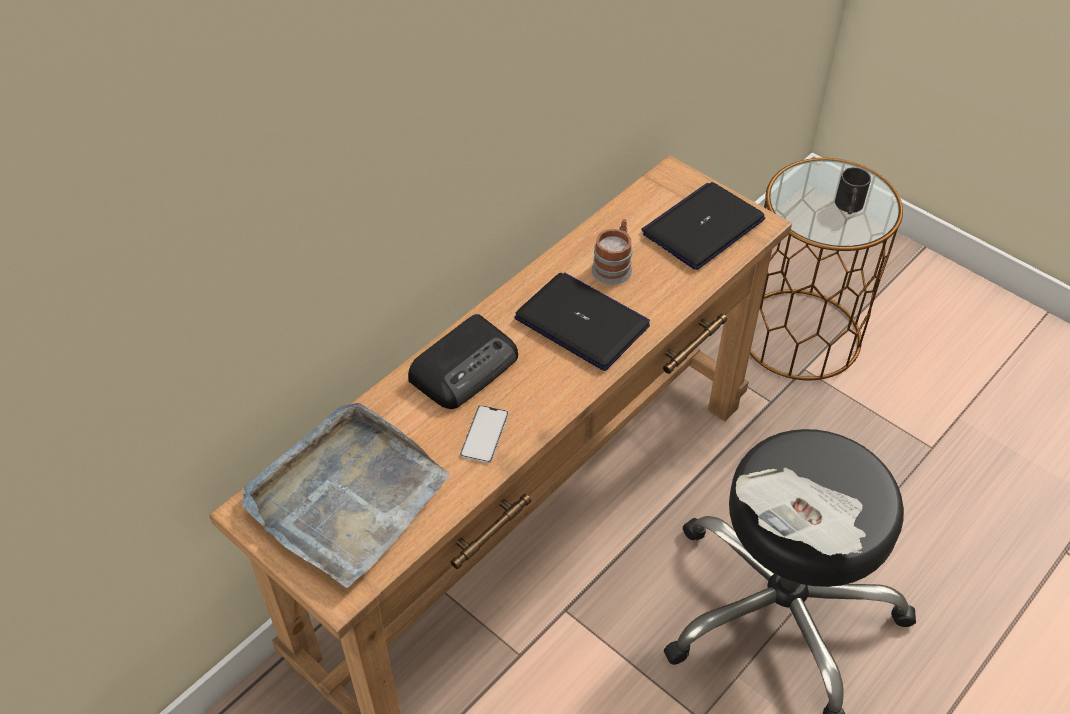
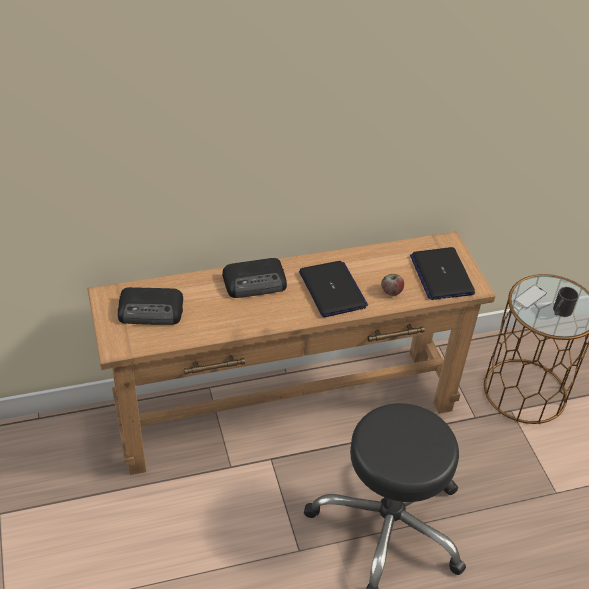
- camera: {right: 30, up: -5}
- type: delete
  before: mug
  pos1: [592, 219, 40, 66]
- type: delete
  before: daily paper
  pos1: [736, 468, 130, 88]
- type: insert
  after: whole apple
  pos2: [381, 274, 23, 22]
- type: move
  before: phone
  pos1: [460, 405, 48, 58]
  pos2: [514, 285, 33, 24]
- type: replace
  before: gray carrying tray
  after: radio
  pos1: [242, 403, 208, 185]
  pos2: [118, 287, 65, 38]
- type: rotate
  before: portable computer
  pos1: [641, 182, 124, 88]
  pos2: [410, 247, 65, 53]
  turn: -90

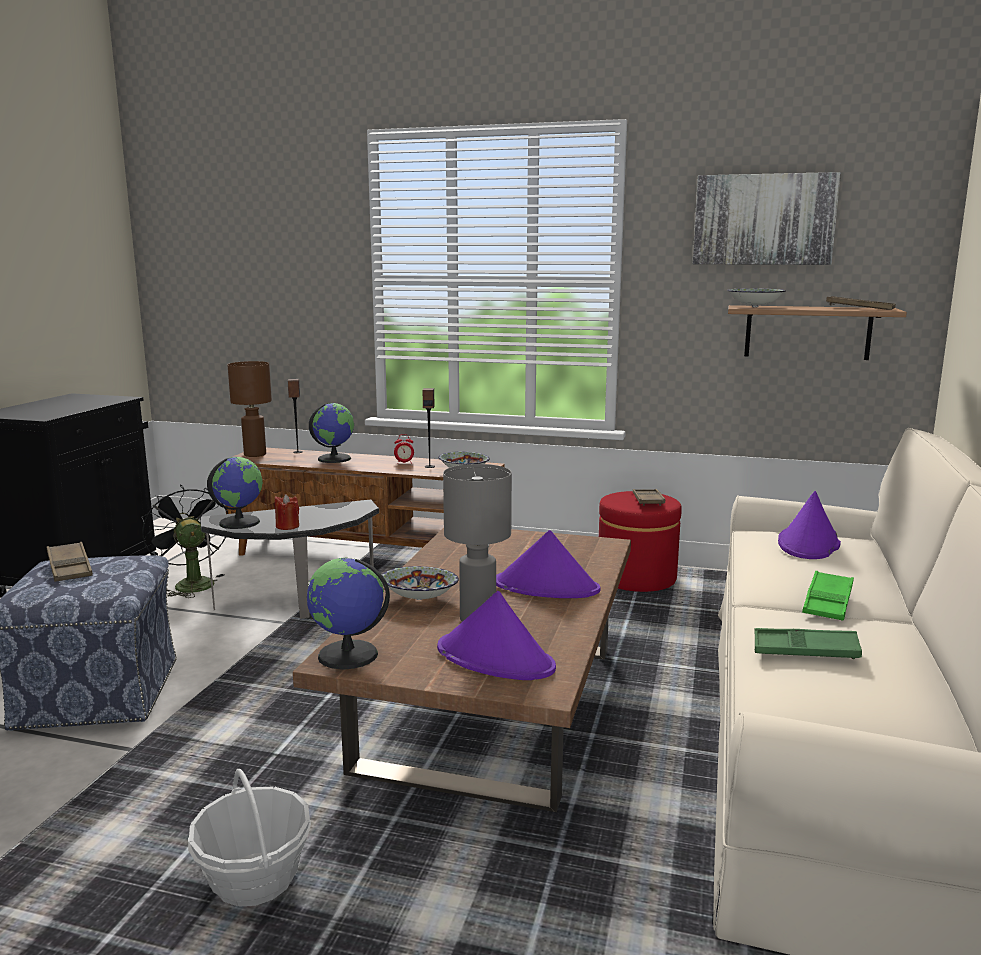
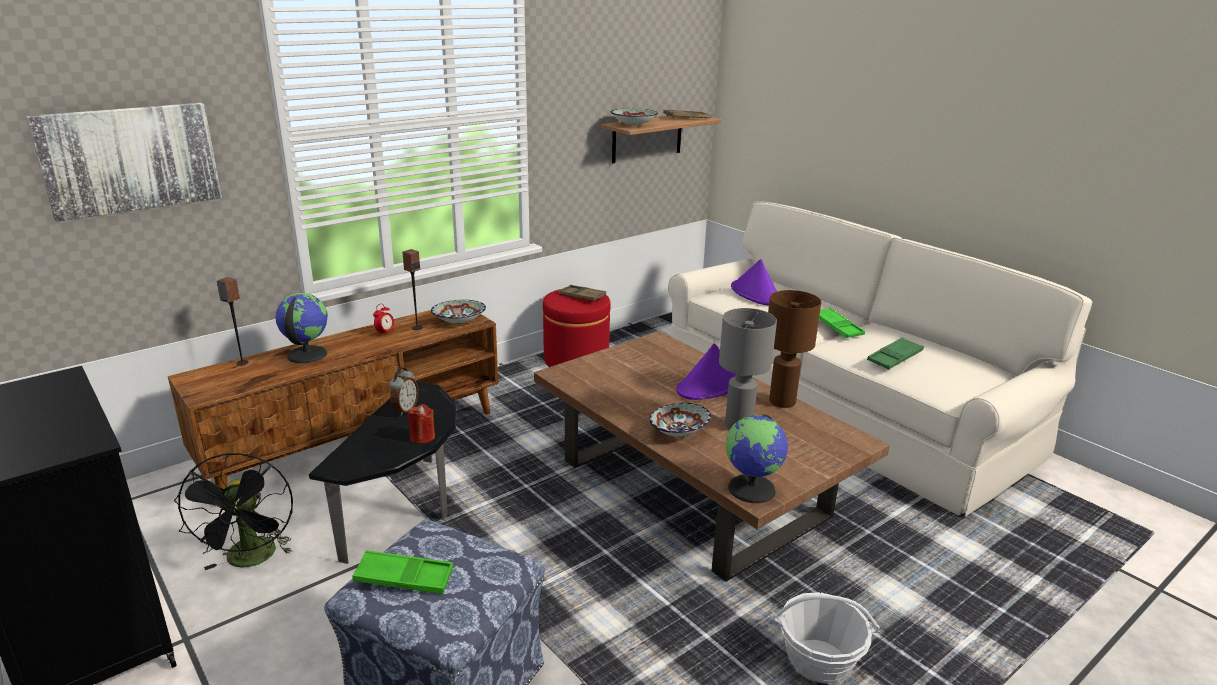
- camera: {right: -55, up: 10}
- type: delete
  before: world globe
  pos1: [207, 457, 56, 72]
- type: delete
  before: purplish wearable hat
  pos1: [437, 591, 119, 89]
- type: insert
  after: alarm clock
  pos2: [389, 368, 30, 48]
- type: move
  before: brown lamp for a table
  pos1: [227, 361, 45, 96]
  pos2: [768, 290, 53, 118]
- type: move
  before: picture
  pos1: [693, 172, 148, 93]
  pos2: [26, 103, 196, 119]
- type: recolor
  before: brown carrying tray
  after: greenish carrying tray
  pos1: [47, 542, 46, 40]
  pos2: [352, 550, 101, 44]
- type: rotate
  before: black fan
  pos1: [141, 485, 87, 113]
  pos2: [174, 453, 119, 117]
  turn: -105

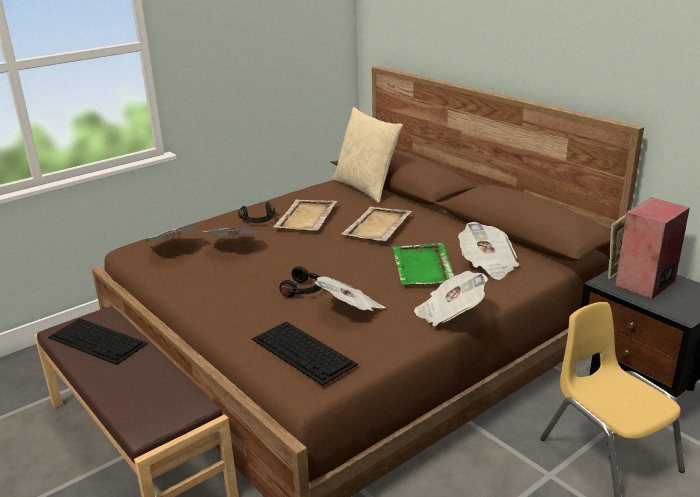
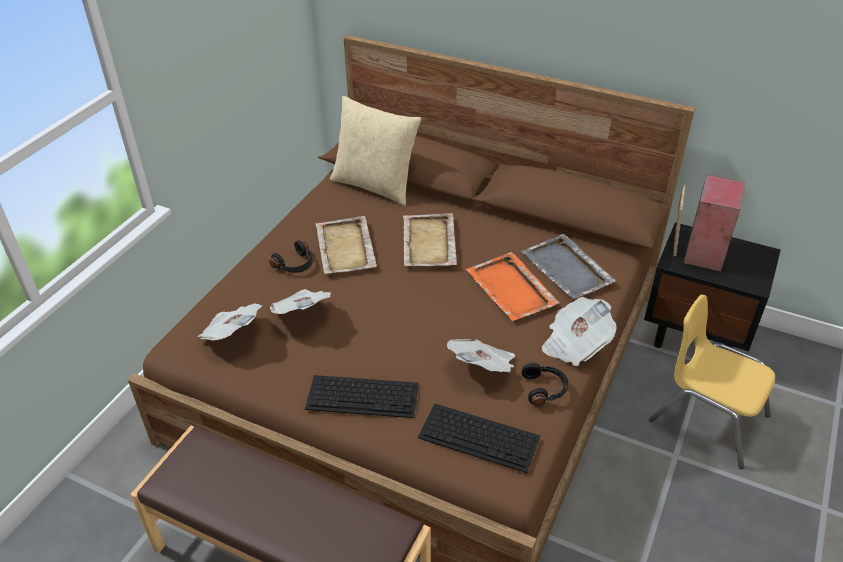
- camera: {right: -25, up: 15}
- type: move
  before: keyboard
  pos1: [48, 318, 100, 47]
  pos2: [305, 375, 114, 43]
- type: move
  before: black headset
  pos1: [279, 266, 43, 31]
  pos2: [522, 362, 46, 44]
- type: replace
  before: daily paper
  after: gray carrying tray
  pos1: [458, 222, 61, 58]
  pos2: [521, 234, 95, 65]
- type: recolor
  before: greenish carrying tray
  after: orangey carrying tray
  pos1: [392, 243, 62, 42]
  pos2: [466, 252, 94, 69]

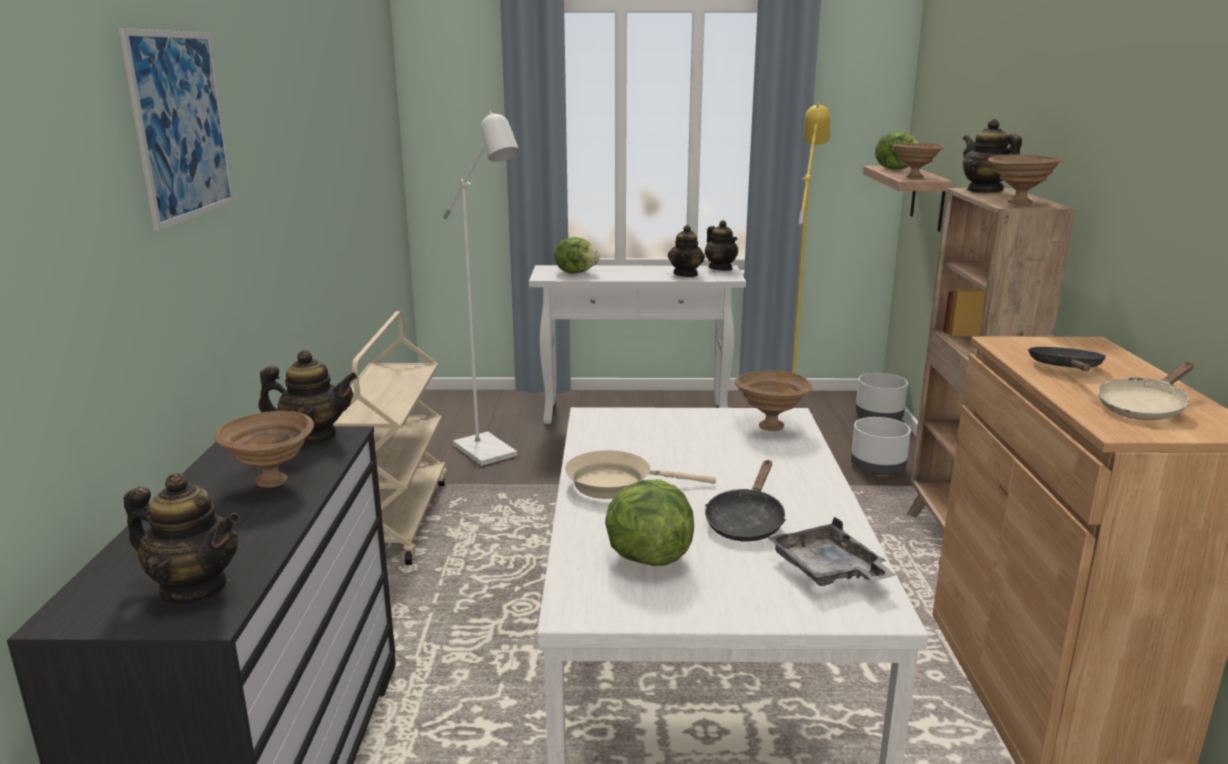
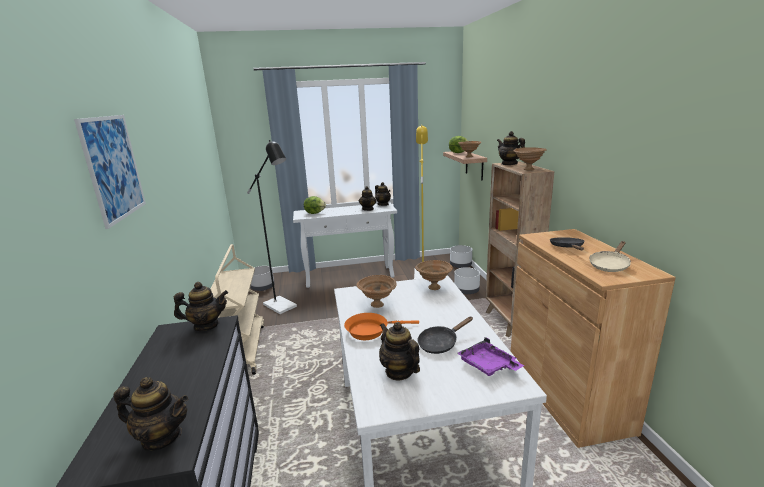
- camera: {right: -10, up: 0}
- type: insert
  after: gray planter
  pos2: [250, 266, 25, 25]
- type: move
  before: brown serving bowl
  pos1: [214, 411, 100, 76]
  pos2: [357, 275, 40, 33]
- type: replace
  before: lettuce head
  after: teapot
  pos1: [605, 480, 89, 86]
  pos2: [379, 322, 41, 58]
- type: recolor
  before: white-coloured floor lamp
  after: black floor lamp
  pos1: [443, 110, 76, 356]
  pos2: [247, 140, 50, 174]
- type: recolor
  before: sand-coloured frying pan
  after: orangey frying pan
  pos1: [565, 450, 151, 49]
  pos2: [344, 313, 75, 27]
- type: recolor
  before: gray carrying tray
  after: purplish carrying tray
  pos1: [767, 517, 129, 69]
  pos2: [457, 337, 67, 39]
- type: rotate
  before: black frying pan
  pos1: [705, 460, 81, 82]
  pos2: [418, 317, 55, 37]
  turn: 45

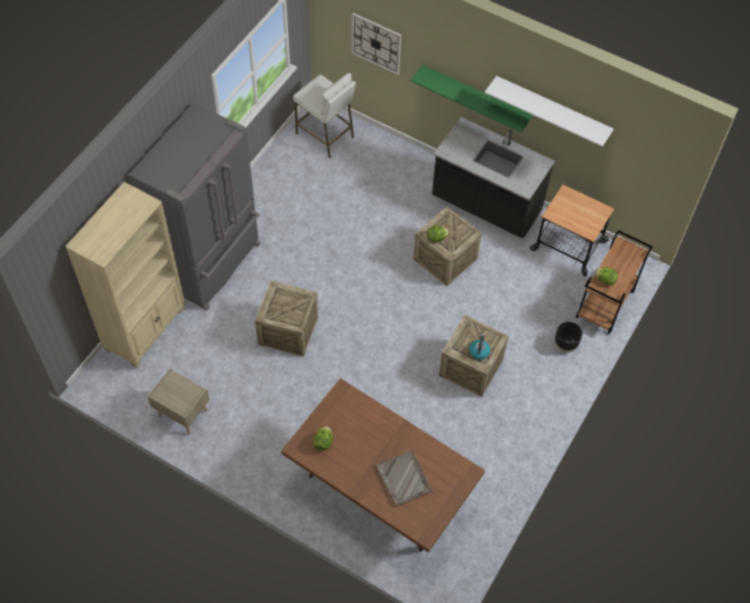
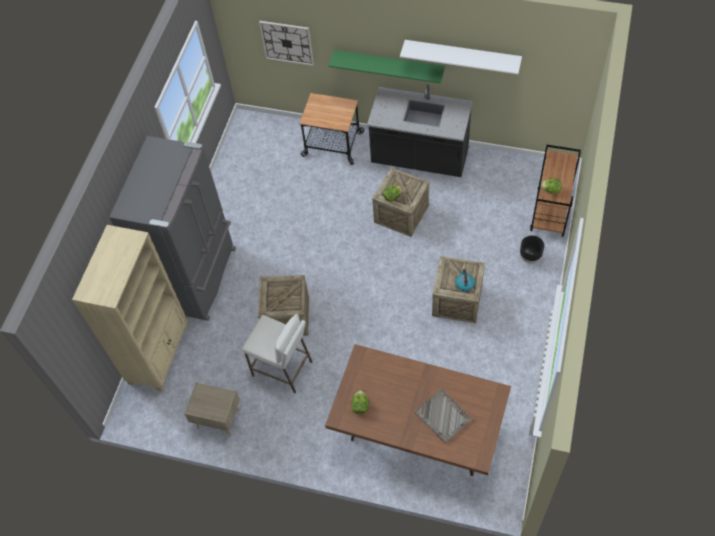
- camera: {right: -10, up: 0}
- type: move
  before: white-coloured stool
  pos1: [293, 73, 63, 85]
  pos2: [242, 314, 70, 79]
- type: move
  before: wheeled cart
  pos1: [530, 184, 84, 93]
  pos2: [299, 93, 65, 72]

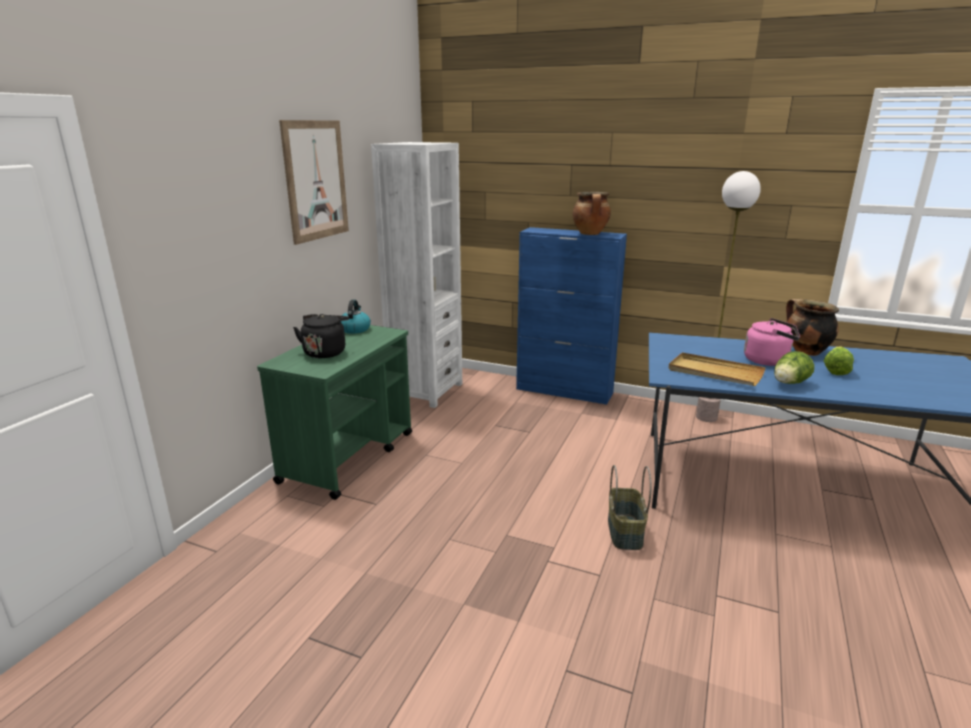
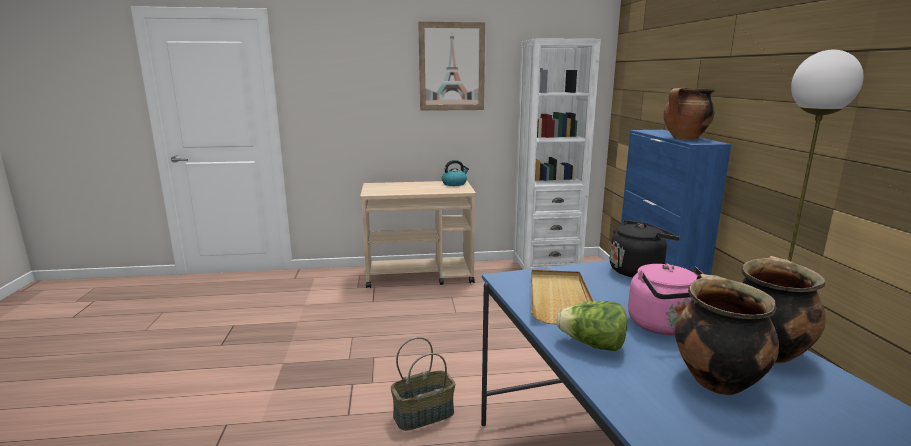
- camera: {right: 60, up: -5}
- type: move
  before: black tea kettle
  pos1: [293, 314, 56, 44]
  pos2: [610, 220, 70, 57]
- type: replace
  before: lettuce head
  after: stockpot
  pos1: [824, 346, 30, 29]
  pos2: [675, 274, 104, 121]
- type: recolor
  before: greenish wheeled cart
  after: sand-coloured wheeled cart
  pos1: [257, 325, 155, 175]
  pos2: [360, 181, 116, 107]

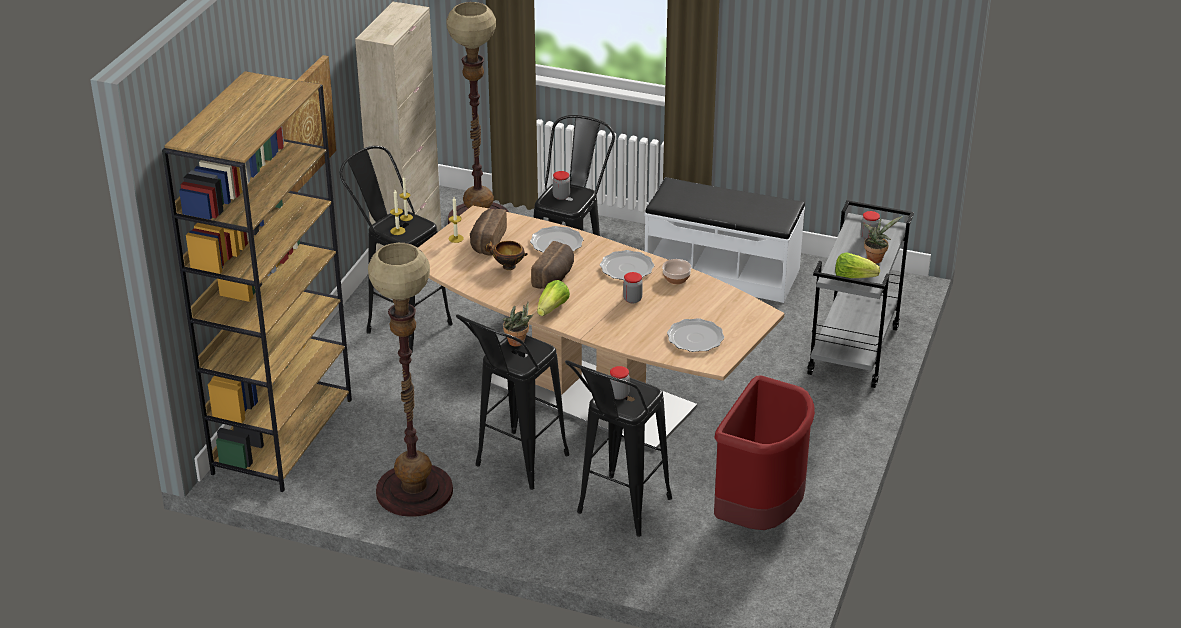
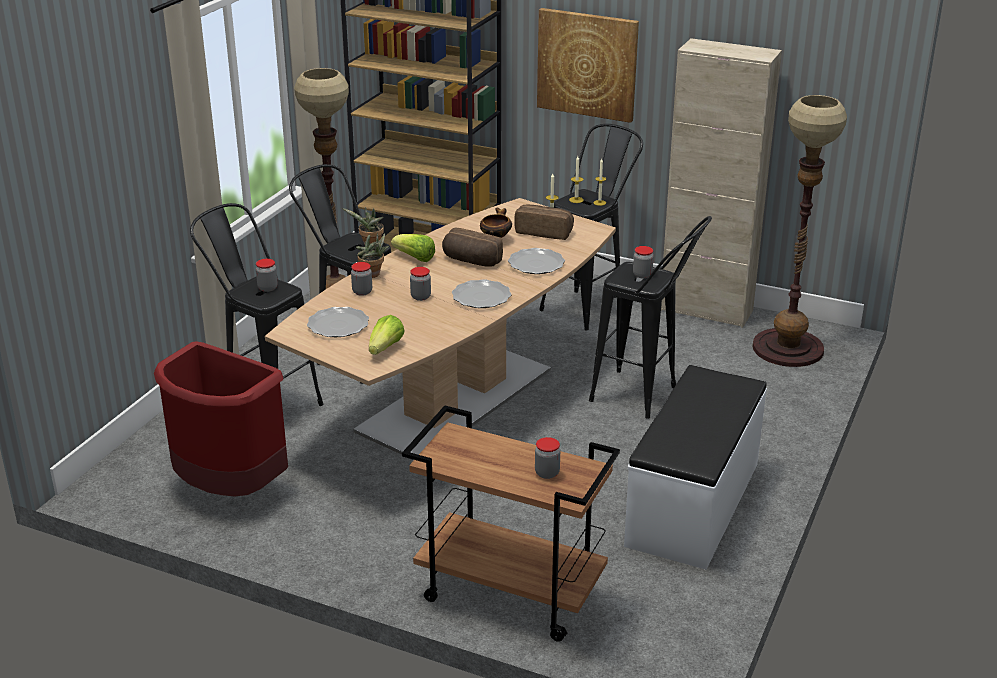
- camera: {right: 95, up: -5}
- type: delete
  before: serving bowl
  pos1: [662, 259, 30, 25]
- type: insert
  after: storage jar
  pos2: [351, 262, 21, 34]
- type: move
  before: lettuce head
  pos1: [835, 252, 45, 26]
  pos2: [369, 315, 36, 40]
- type: move
  before: plant in a pot
  pos1: [862, 216, 41, 48]
  pos2: [356, 233, 33, 45]
- type: recolor
  before: gray wheeled cart
  after: brown wheeled cart
  pos1: [807, 200, 107, 188]
  pos2: [402, 406, 218, 236]

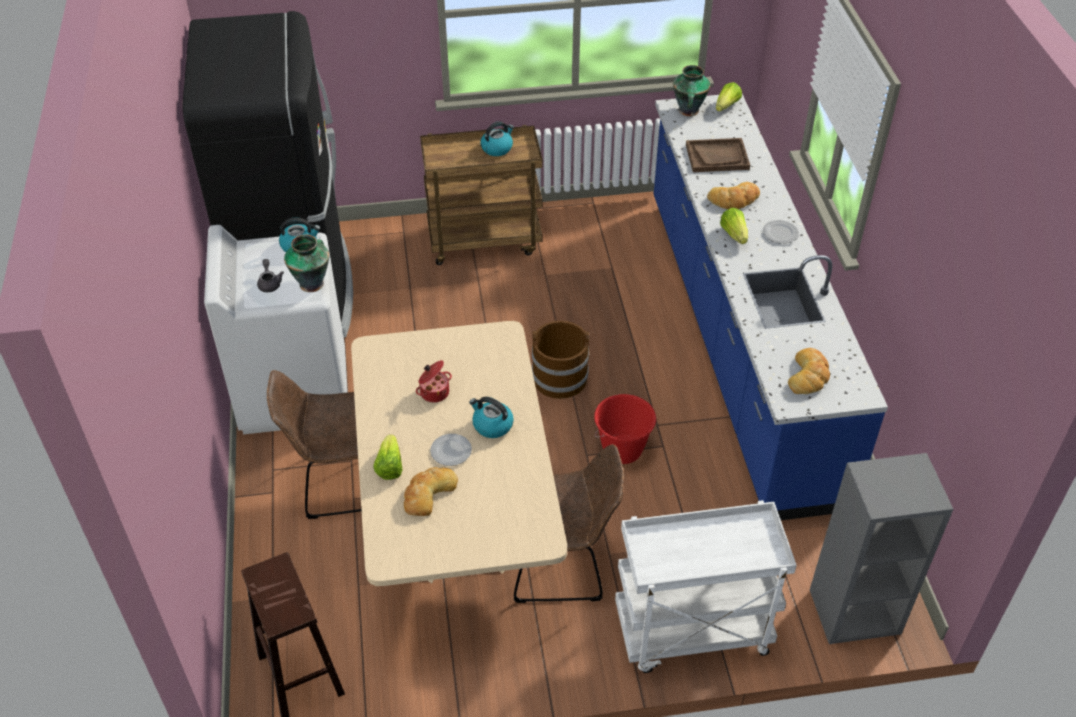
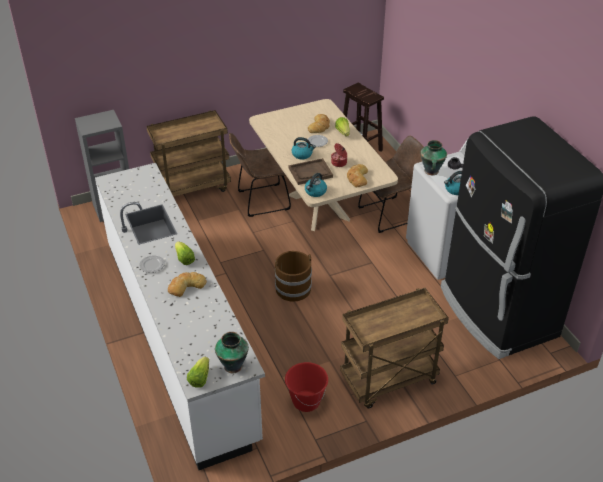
- camera: {right: 165, up: -5}
- type: move
  before: tea kettle
  pos1: [480, 121, 34, 35]
  pos2: [305, 173, 22, 24]
- type: move
  before: red-coloured pail
  pos1: [594, 394, 62, 70]
  pos2: [285, 362, 43, 50]
- type: move
  before: brown carrying tray
  pos1: [686, 138, 64, 34]
  pos2: [289, 158, 44, 27]
- type: move
  before: baked bread
  pos1: [788, 348, 42, 46]
  pos2: [347, 164, 21, 23]
- type: recolor
  before: white-coloured wheeled cart
  after: brown wheeled cart
  pos1: [615, 500, 182, 173]
  pos2: [146, 110, 85, 87]
- type: recolor
  before: bluish kitchen counter
  after: white-coloured kitchen counter
  pos1: [654, 94, 234, 426]
  pos2: [95, 163, 170, 307]

